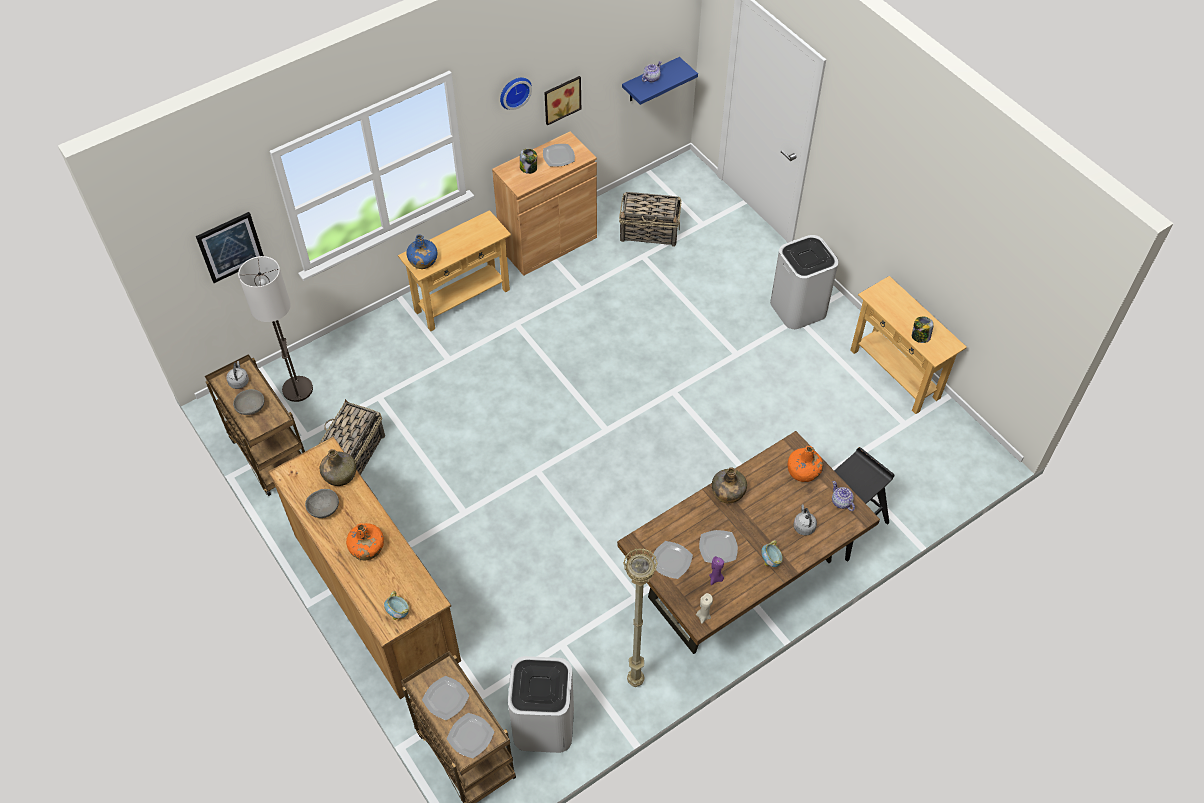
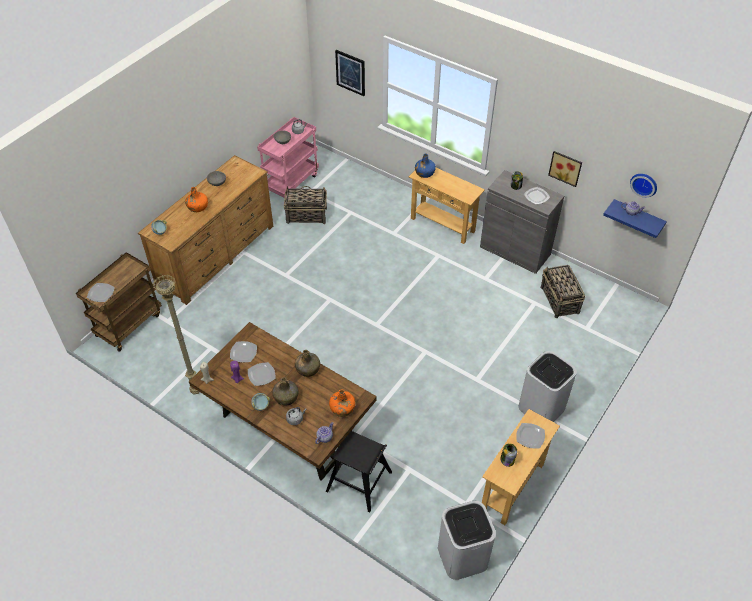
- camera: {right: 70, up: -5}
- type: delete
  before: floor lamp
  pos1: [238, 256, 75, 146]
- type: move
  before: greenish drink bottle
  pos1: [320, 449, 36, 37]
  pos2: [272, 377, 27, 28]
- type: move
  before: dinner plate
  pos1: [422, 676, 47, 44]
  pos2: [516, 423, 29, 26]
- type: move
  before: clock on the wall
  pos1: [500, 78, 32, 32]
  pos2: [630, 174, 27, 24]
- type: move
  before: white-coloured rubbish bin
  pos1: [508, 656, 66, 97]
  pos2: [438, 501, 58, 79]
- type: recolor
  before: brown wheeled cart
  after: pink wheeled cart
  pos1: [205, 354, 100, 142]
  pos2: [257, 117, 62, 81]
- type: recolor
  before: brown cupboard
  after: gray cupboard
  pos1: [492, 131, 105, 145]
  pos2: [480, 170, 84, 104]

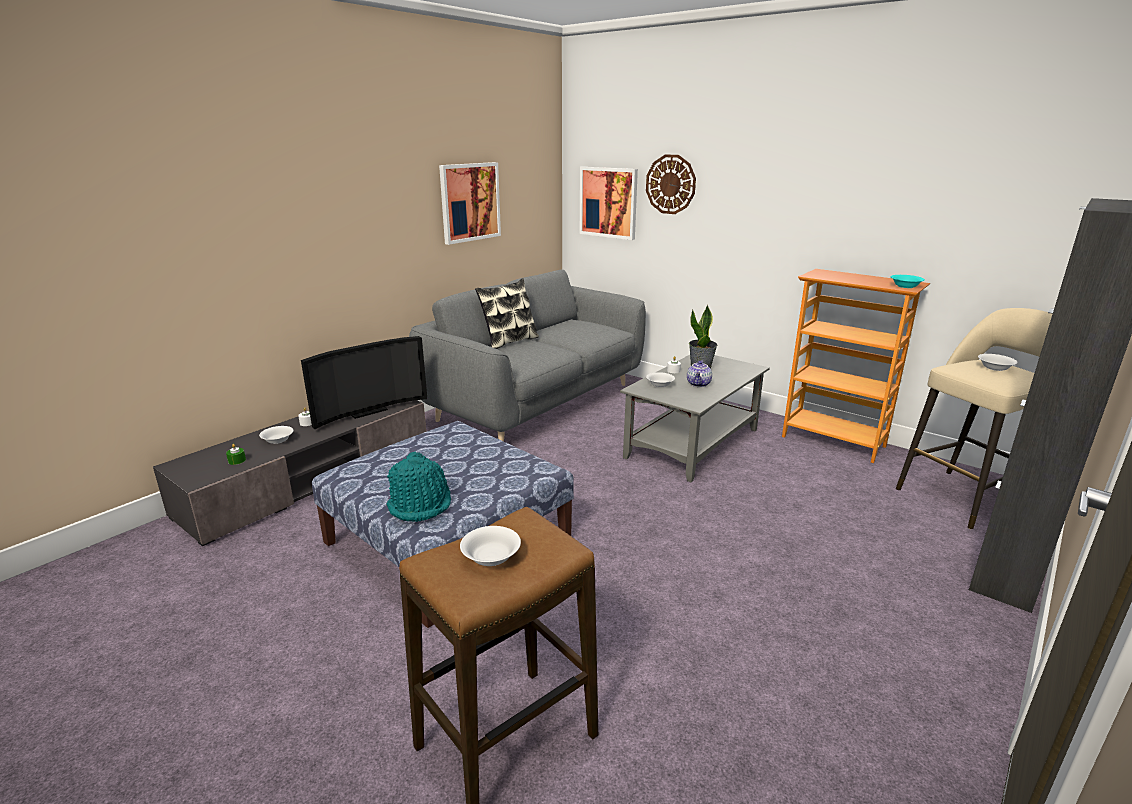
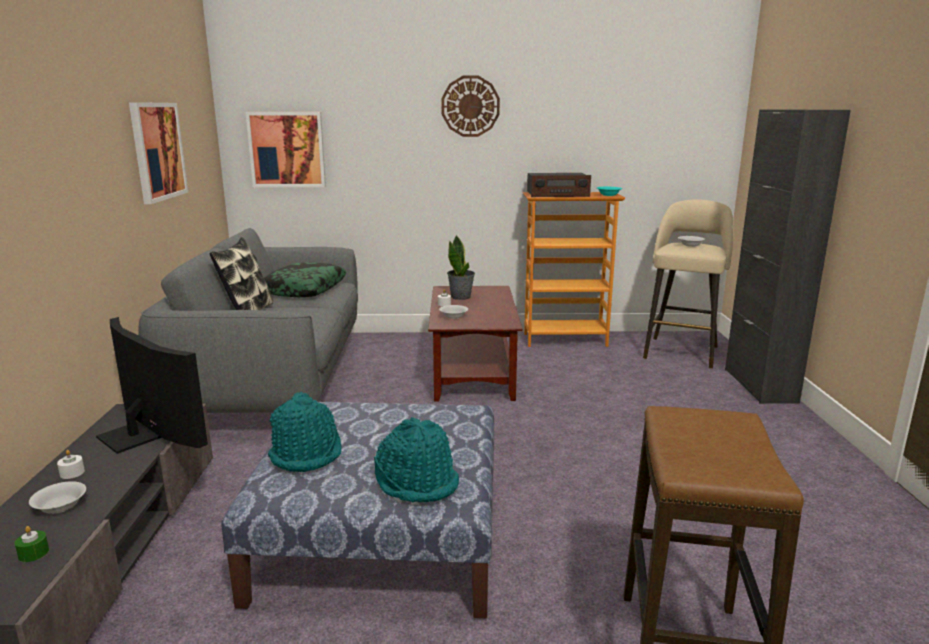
- camera: {right: -40, up: -5}
- type: delete
  before: white-coloured serving bowl
  pos1: [460, 526, 61, 40]
- type: delete
  before: teapot
  pos1: [687, 360, 25, 27]
- type: insert
  after: pillow
  pos2: [264, 262, 82, 35]
- type: insert
  after: turquoise wearable hat
  pos2: [268, 392, 74, 80]
- type: insert
  after: radio
  pos2: [527, 173, 64, 24]
- type: move
  before: clock on the wall
  pos1: [646, 154, 50, 60]
  pos2: [441, 76, 59, 61]
- type: recolor
  before: gray coffee table
  after: brown coffee table
  pos1: [620, 355, 150, 127]
  pos2: [428, 286, 95, 116]
- type: rotate
  before: TV set
  pos1: [301, 336, 126, 93]
  pos2: [96, 317, 112, 137]
  turn: -60

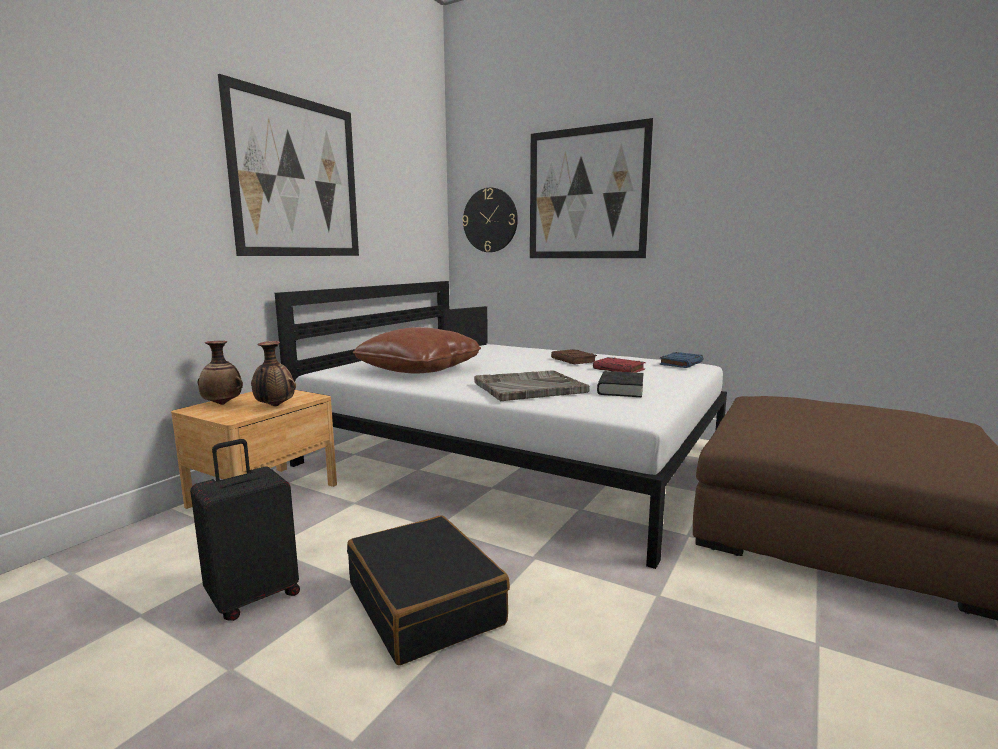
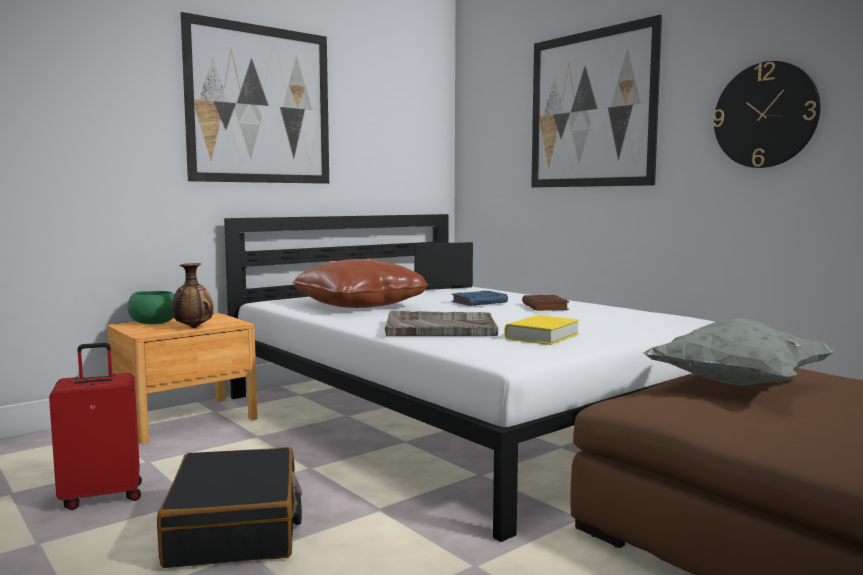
- camera: {right: 20, up: -5}
- type: delete
  before: red-coloured volume
  pos1: [593, 357, 53, 16]
- type: insert
  after: gray pillow
  pos2: [643, 318, 192, 68]
- type: move
  before: clock on the wall
  pos1: [462, 188, 56, 64]
  pos2: [713, 61, 107, 107]
- type: move
  before: bluish volume
  pos1: [659, 352, 44, 16]
  pos2: [451, 291, 57, 15]
- type: replace
  before: flower vase
  after: greenish serving bowl
  pos1: [197, 341, 46, 64]
  pos2: [127, 291, 48, 33]
- type: recolor
  before: black suitcase
  after: red-coloured suitcase
  pos1: [190, 439, 110, 182]
  pos2: [49, 343, 93, 167]
- type: recolor
  before: black volume
  after: yellowish volume
  pos1: [597, 371, 47, 26]
  pos2: [505, 315, 74, 30]

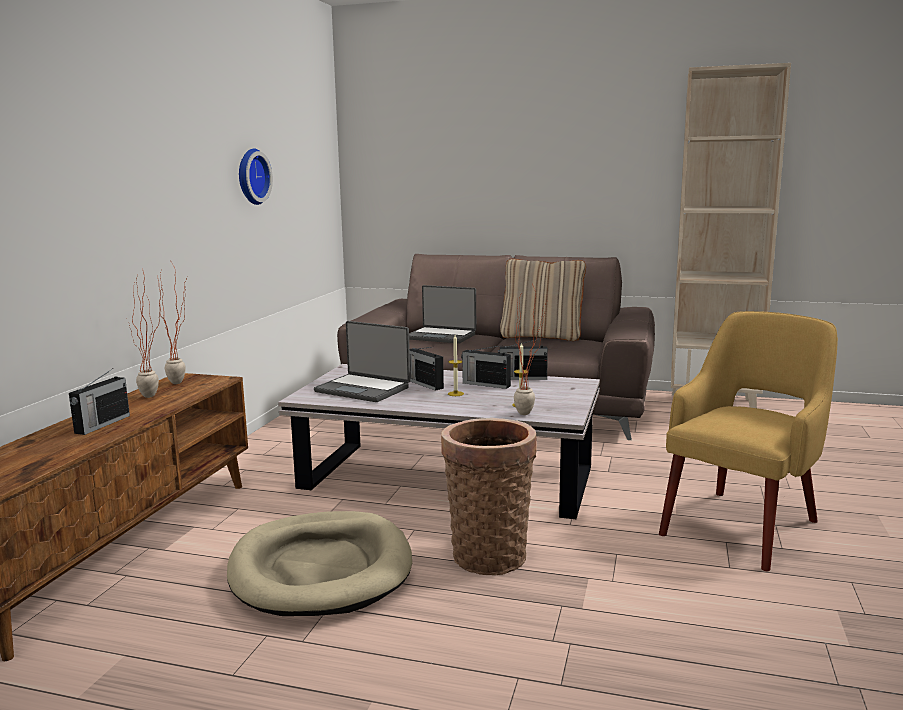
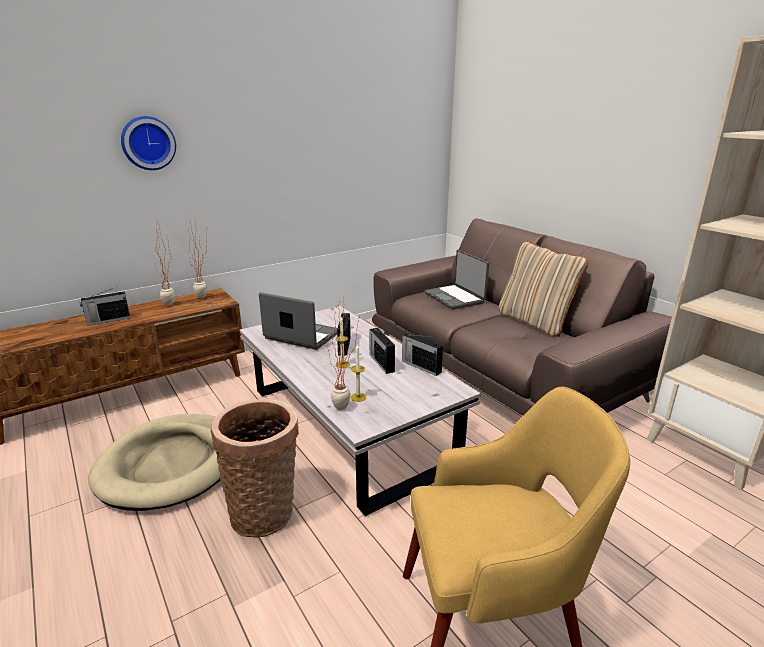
- camera: {right: 40, up: 10}
- type: move
  before: clock on the wall
  pos1: [239, 149, 34, 56]
  pos2: [121, 116, 55, 54]
- type: rotate
  before: portable computer
  pos1: [314, 321, 96, 81]
  pos2: [259, 292, 78, 58]
  turn: 135

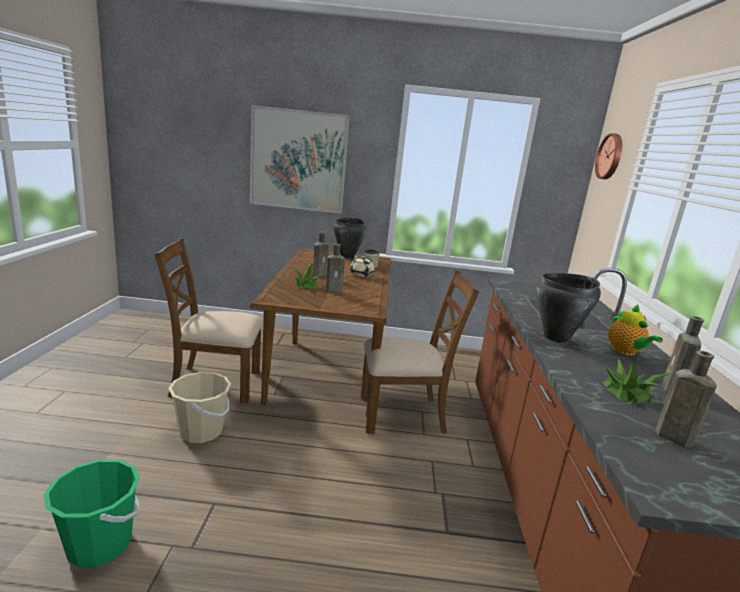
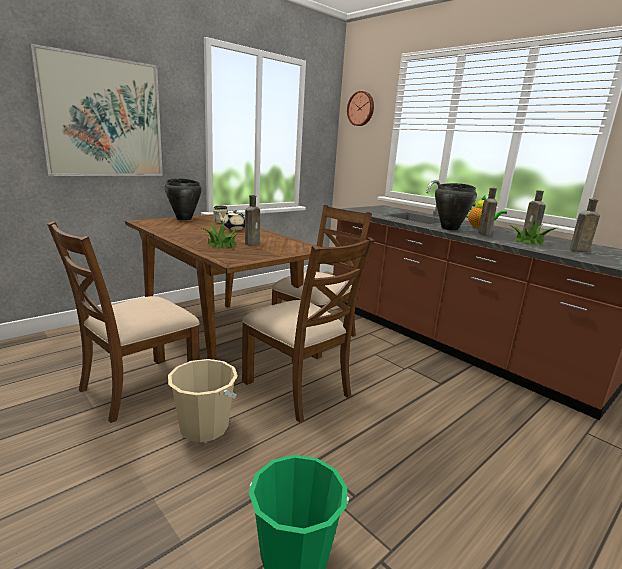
- camera: {right: -45, up: 0}
- type: insert
  after: brown plain chair
  pos2: [242, 237, 133, 186]
- type: move
  before: brown drink bottle
  pos1: [313, 232, 16, 45]
  pos2: [478, 188, 19, 48]

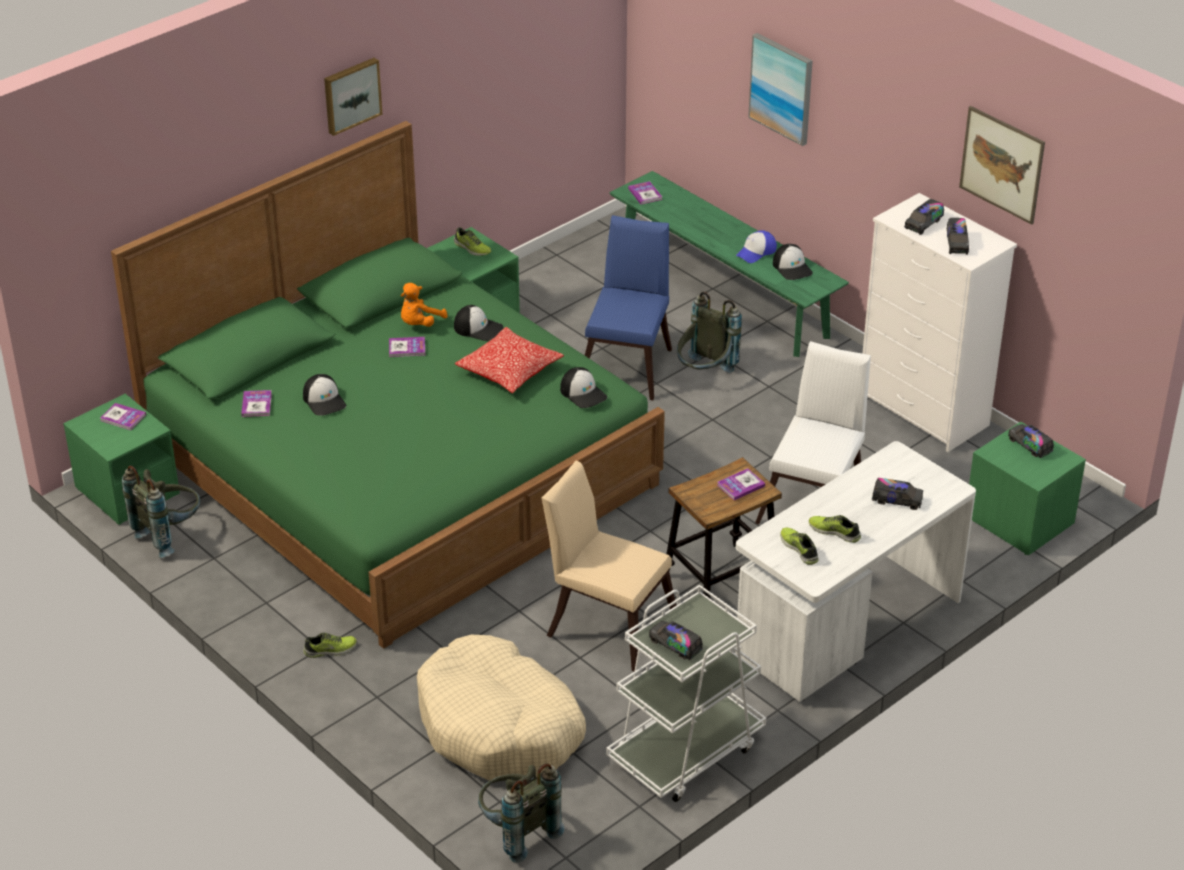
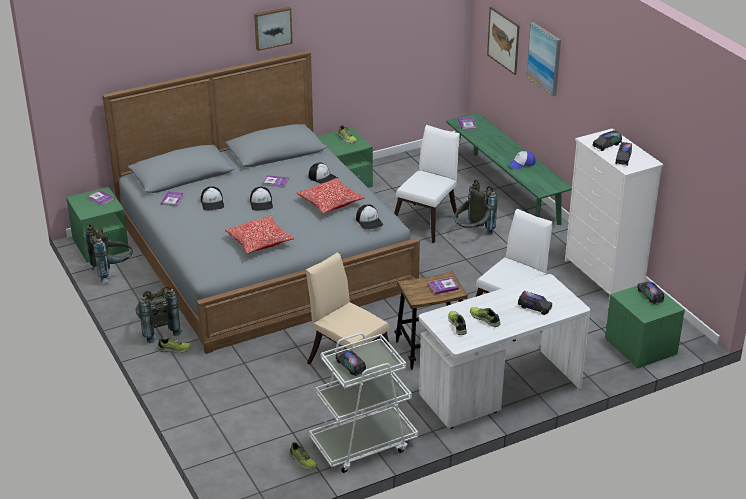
- camera: {right: 15, up: -5}
- type: delete
  before: orangey plush toy
  pos1: [401, 283, 46, 44]
- type: delete
  before: sand-coloured pet bed
  pos1: [417, 635, 169, 146]
- type: insert
  after: pillow
  pos2: [225, 215, 69, 39]
- type: insert
  after: shoe
  pos2: [289, 442, 28, 27]
- type: move
  before: gray rucksack
  pos1: [478, 763, 87, 100]
  pos2: [136, 286, 47, 57]
- type: move
  before: peaked cap
  pos1: [773, 244, 40, 36]
  pos2: [250, 187, 23, 24]
- type: move
  before: picture
  pos1: [959, 106, 86, 118]
  pos2: [487, 7, 33, 68]
- type: recolor
  before: greenish sleeping bed
  after: gray sleeping bed
  pos1: [111, 121, 554, 528]
  pos2: [102, 51, 318, 303]
- type: recolor
  before: bluish plain chair
  after: white-coloured plain chair
  pos1: [585, 215, 87, 185]
  pos2: [394, 125, 66, 118]

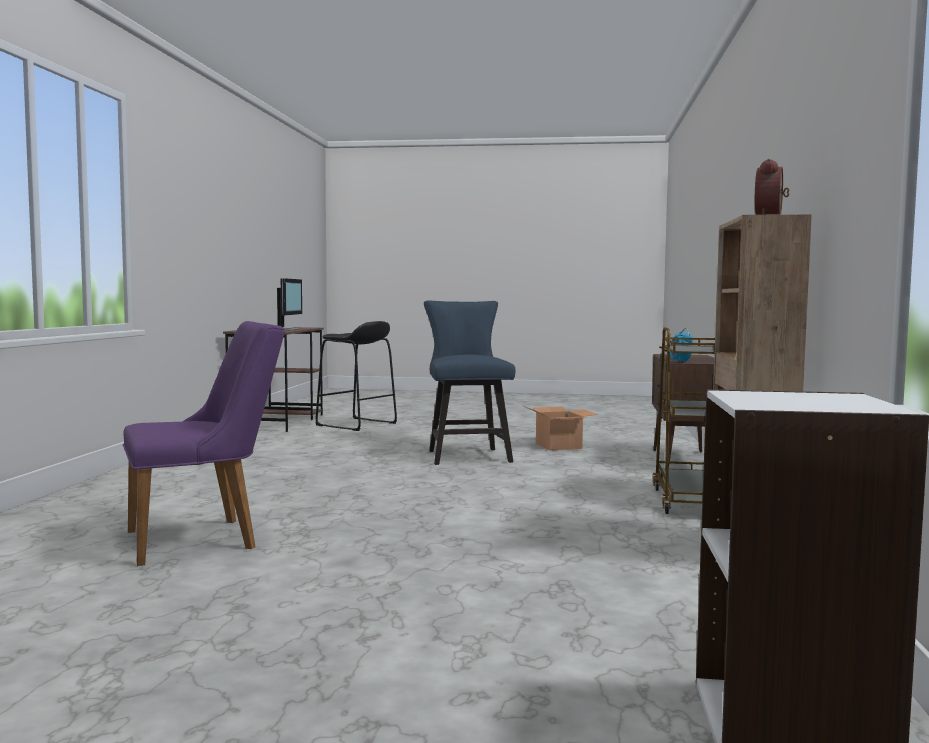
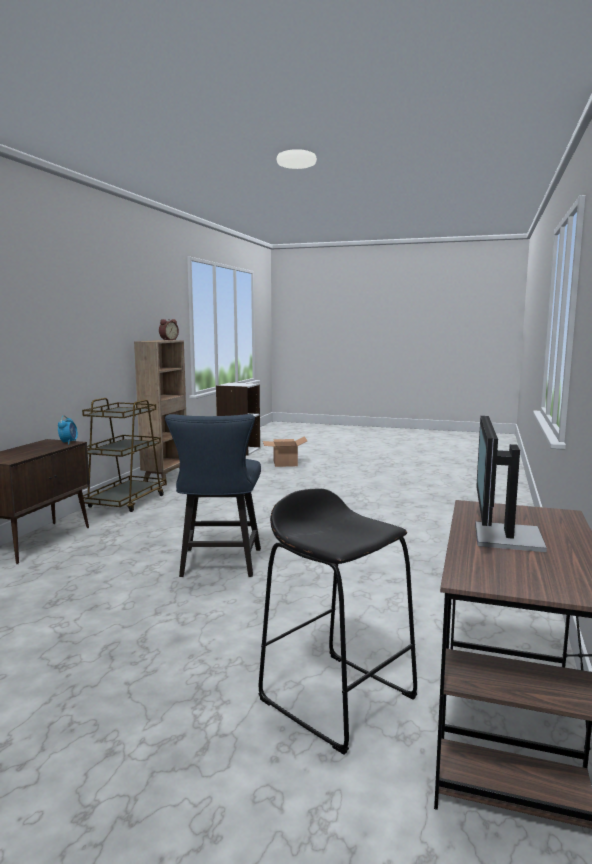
- camera: {right: -170, up: 5}
- type: delete
  before: purplish plain chair
  pos1: [123, 321, 162, 245]
- type: move
  before: carton
  pos1: [524, 406, 75, 45]
  pos2: [263, 436, 44, 31]

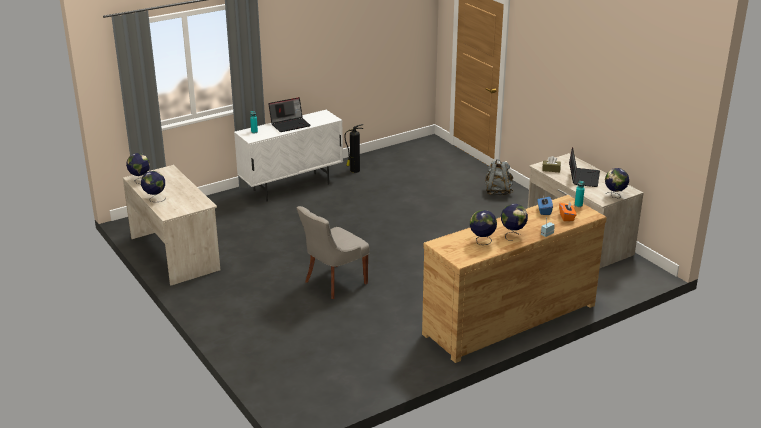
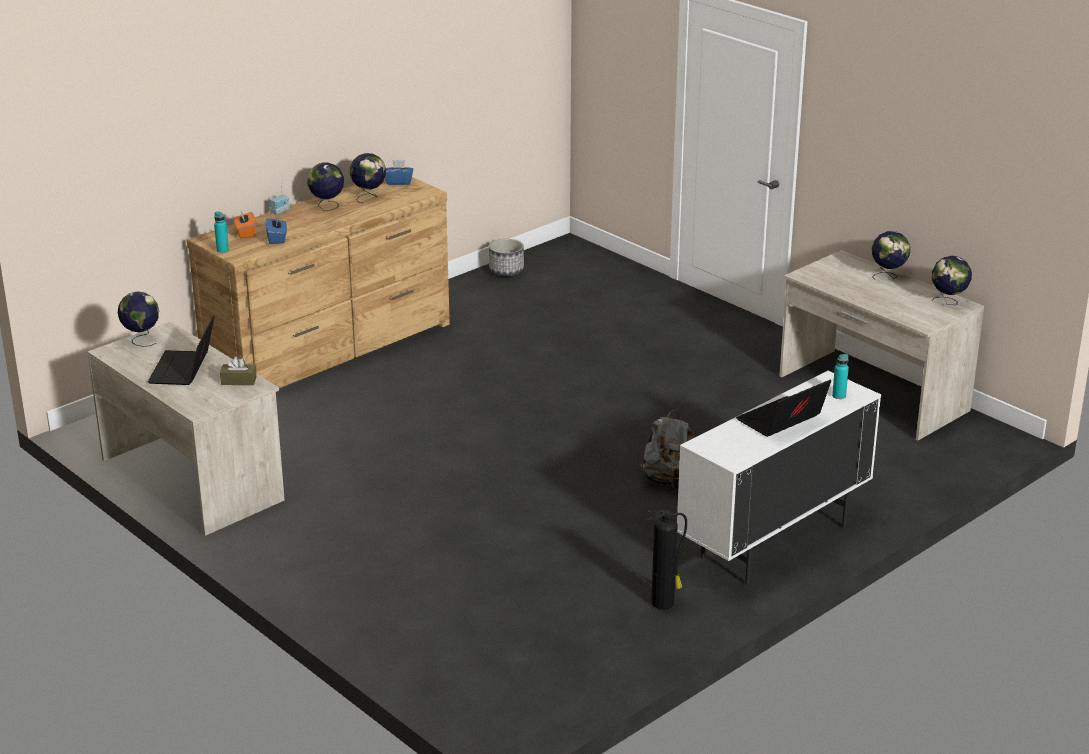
- camera: {right: 170, up: 0}
- type: delete
  before: gray plain chair
  pos1: [296, 206, 73, 93]
- type: insert
  after: bluish tissue box
  pos2: [385, 160, 29, 25]
- type: insert
  after: planter
  pos2: [489, 239, 35, 38]
- type: move
  before: gray rucksack
  pos1: [485, 159, 28, 37]
  pos2: [639, 409, 55, 80]

